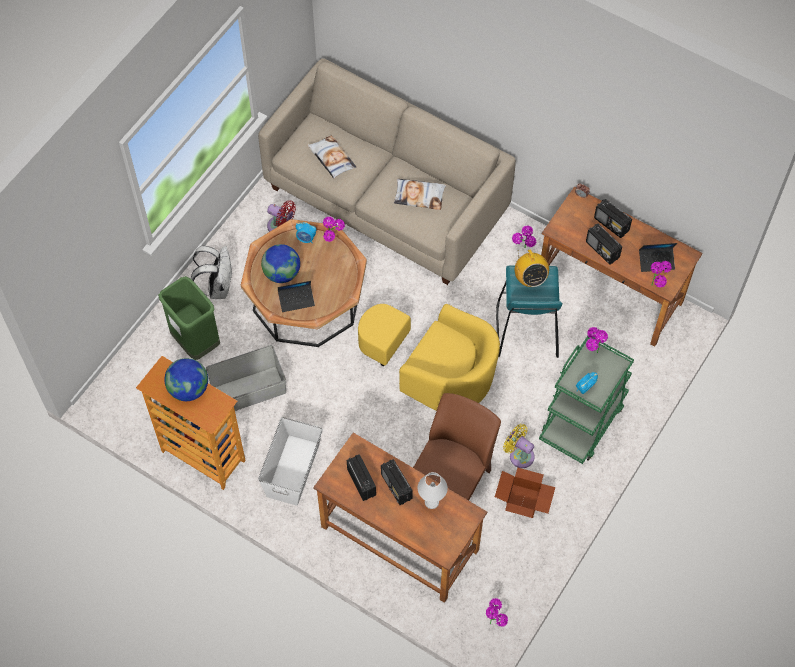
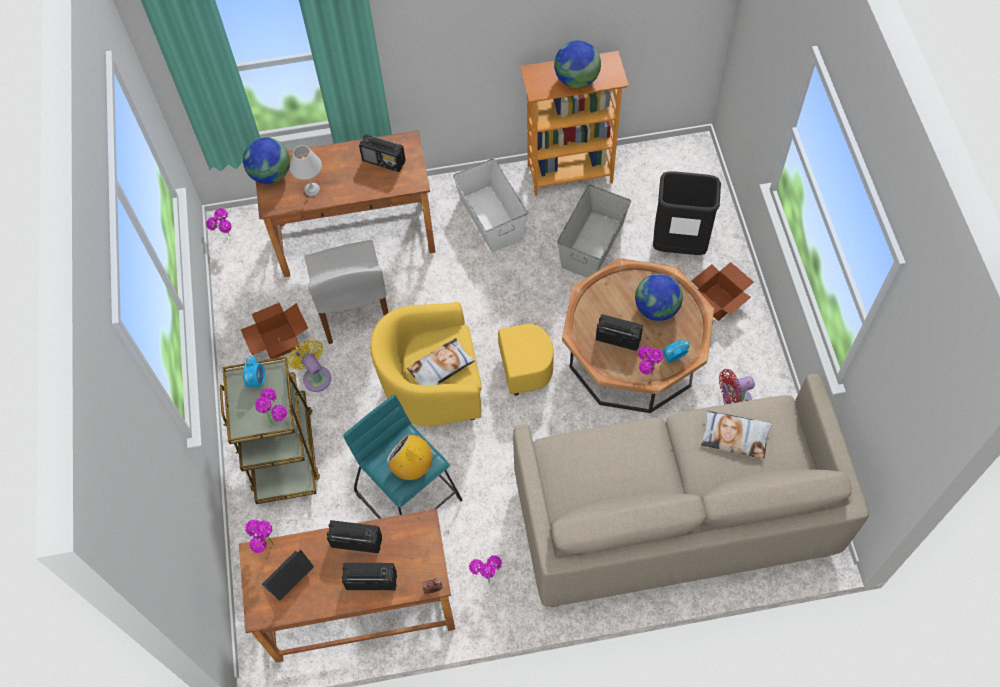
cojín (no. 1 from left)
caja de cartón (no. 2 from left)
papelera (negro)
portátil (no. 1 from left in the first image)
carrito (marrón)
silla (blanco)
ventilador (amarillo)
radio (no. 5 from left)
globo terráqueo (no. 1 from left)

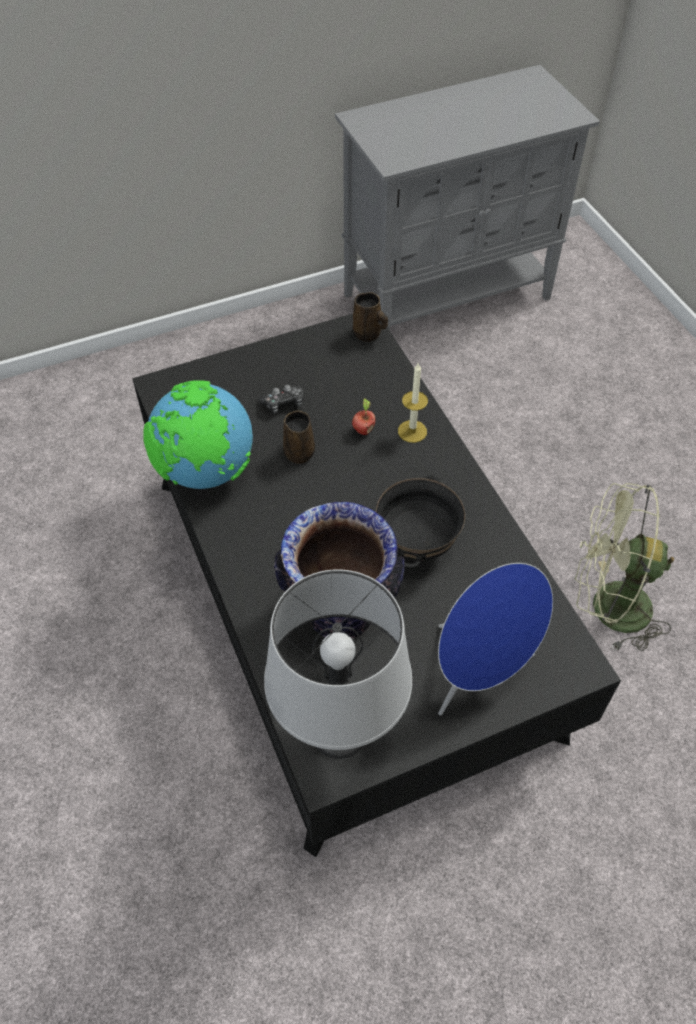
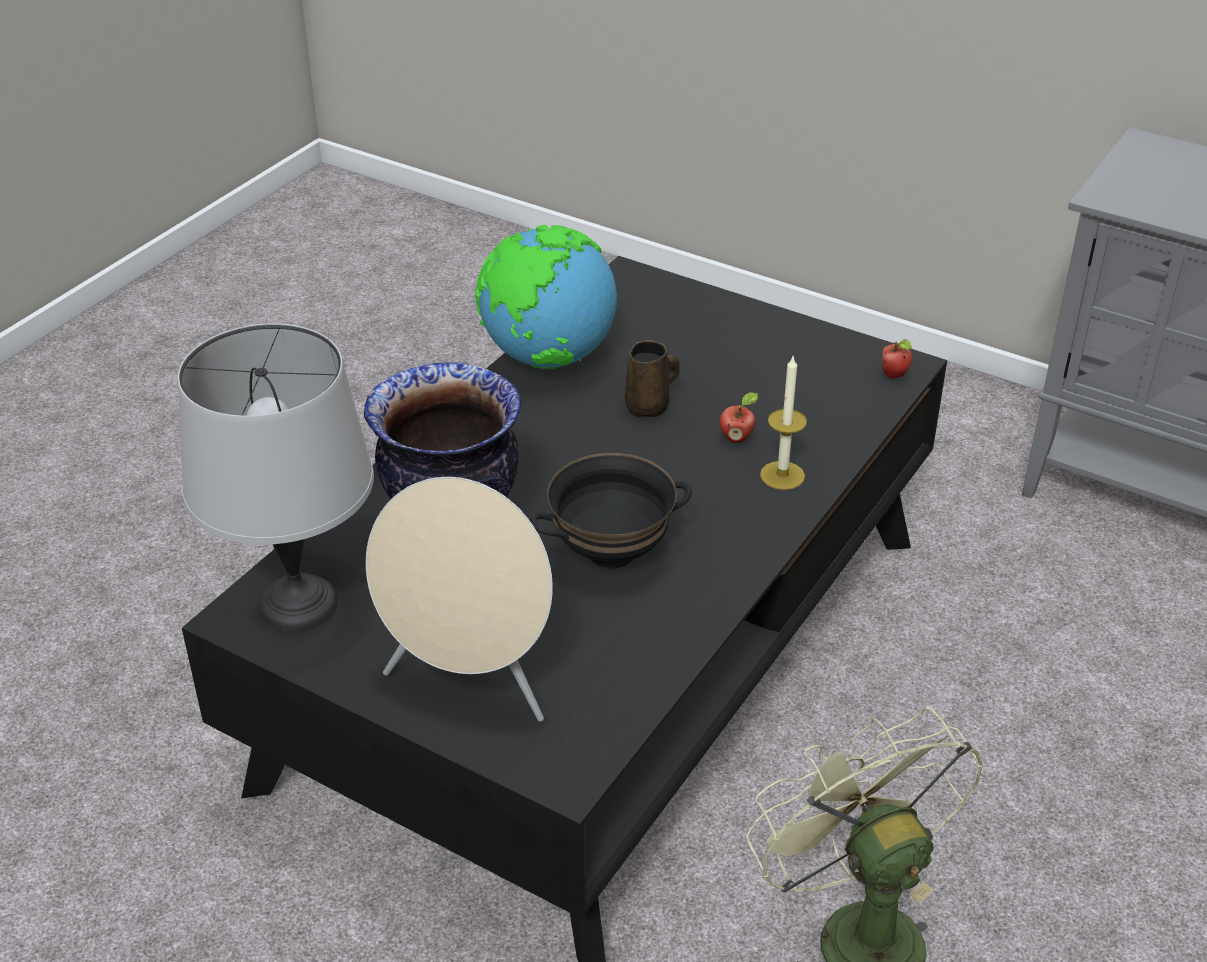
manzana (no. 2 from left)
mando de consola
altavoz (beis)

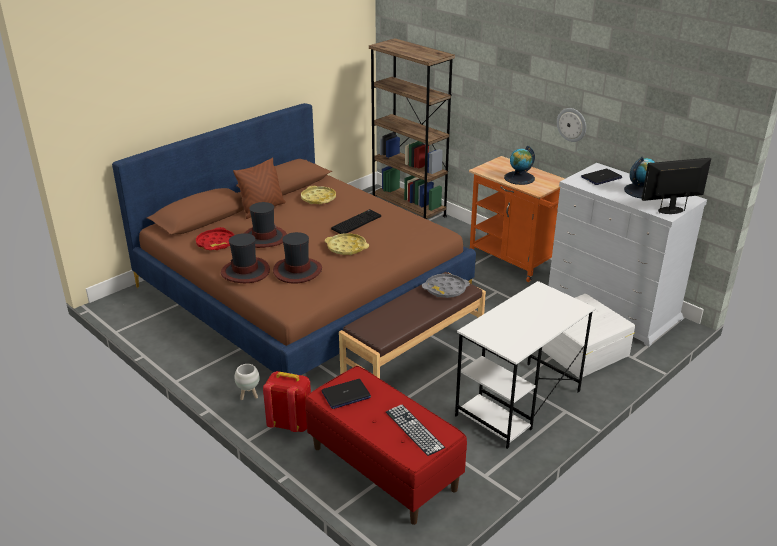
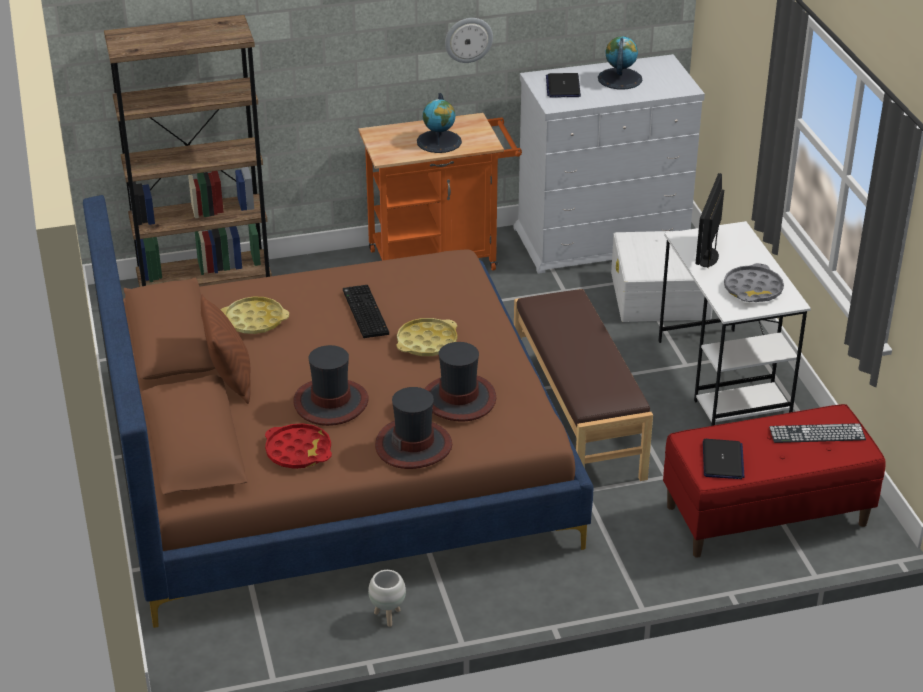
monitor
bandeja (gris)
maceta (blanco)
mochila (rojo)

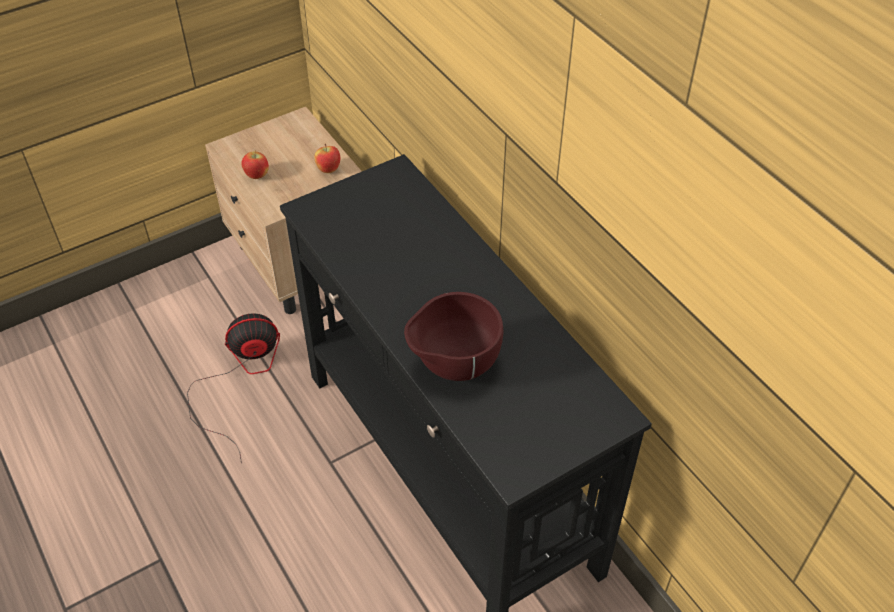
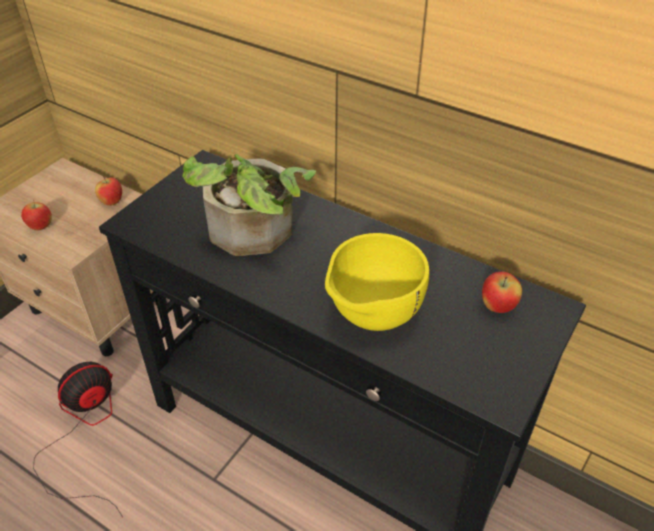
cuenco (amarillo)
planta en maceta
manzana (no. 3 from left)

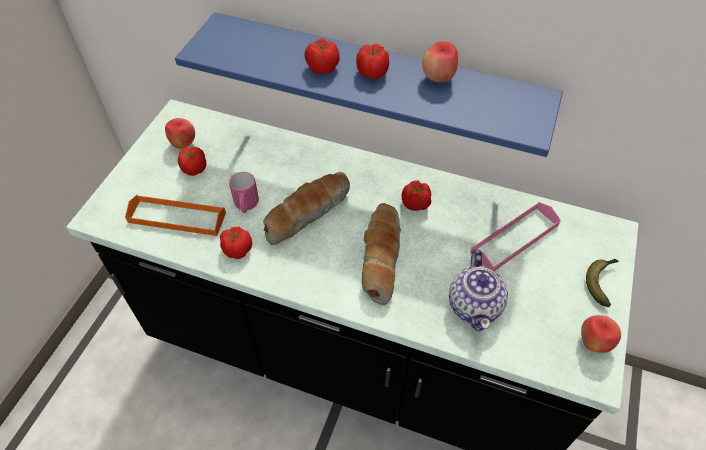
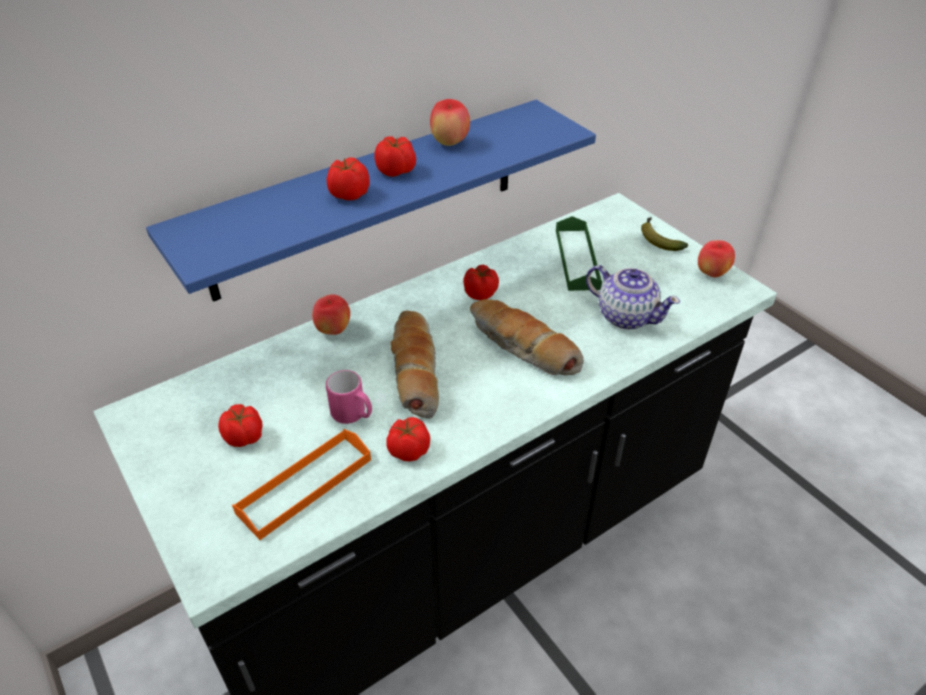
manzana (no. 1 from left)
bandeja (verde)

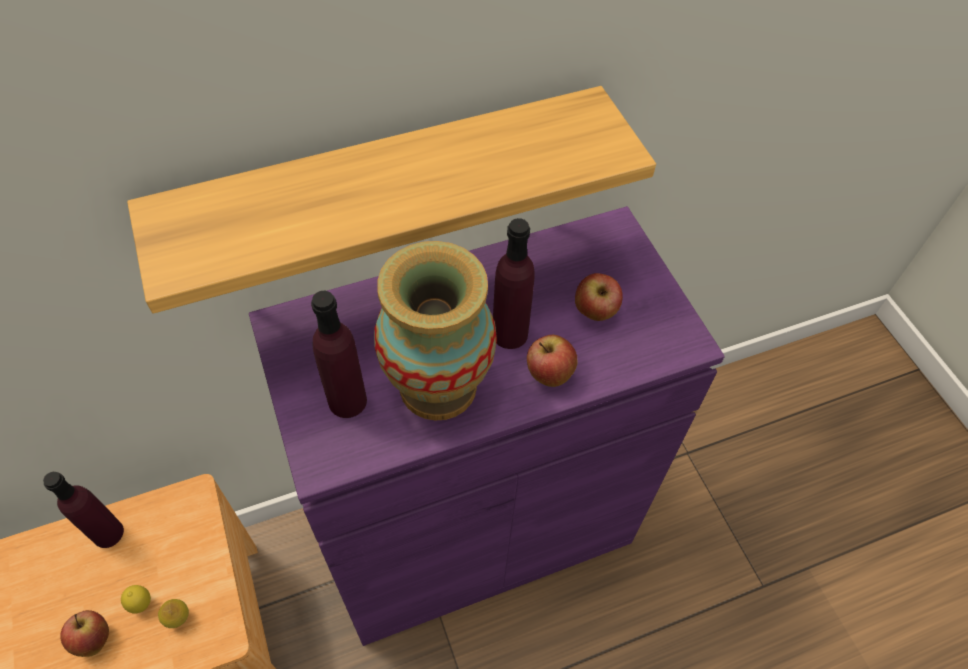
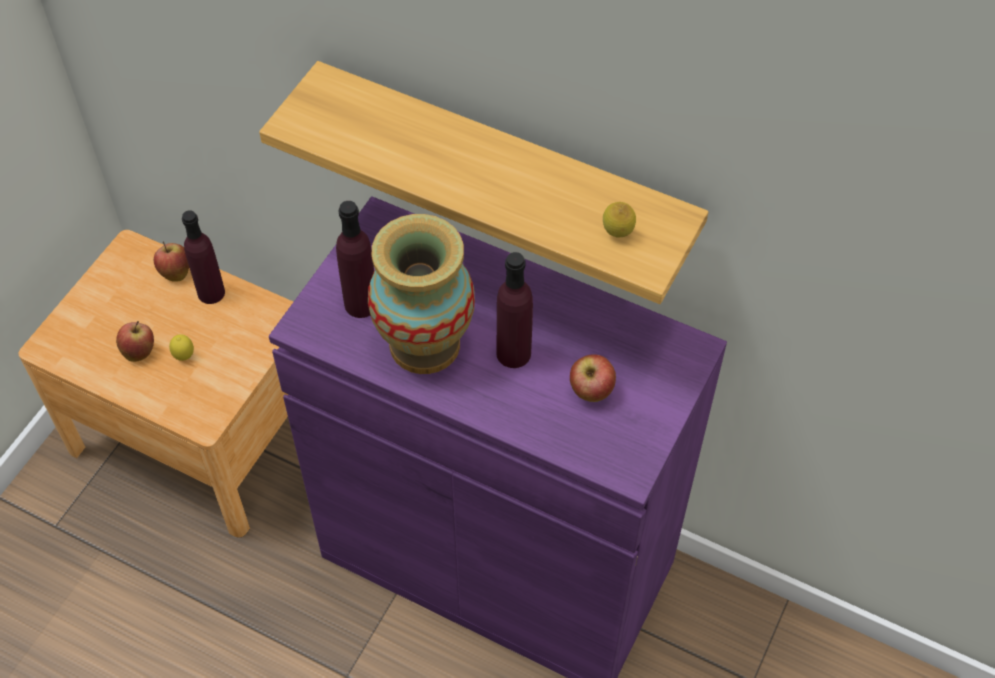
manzana (no. 2 from left)
limón (no. 2 from left)

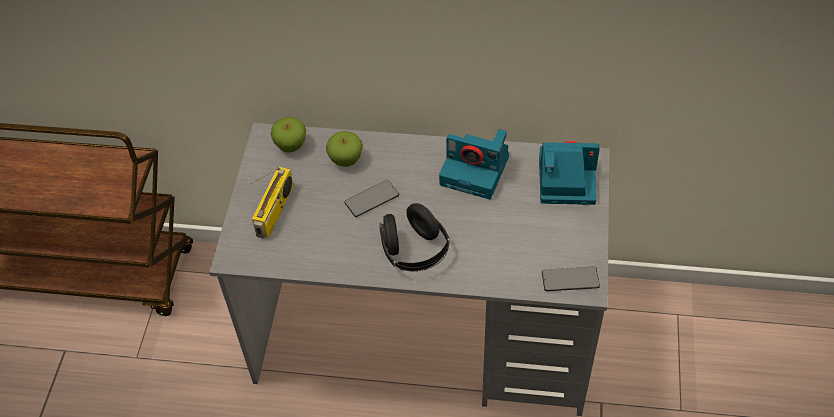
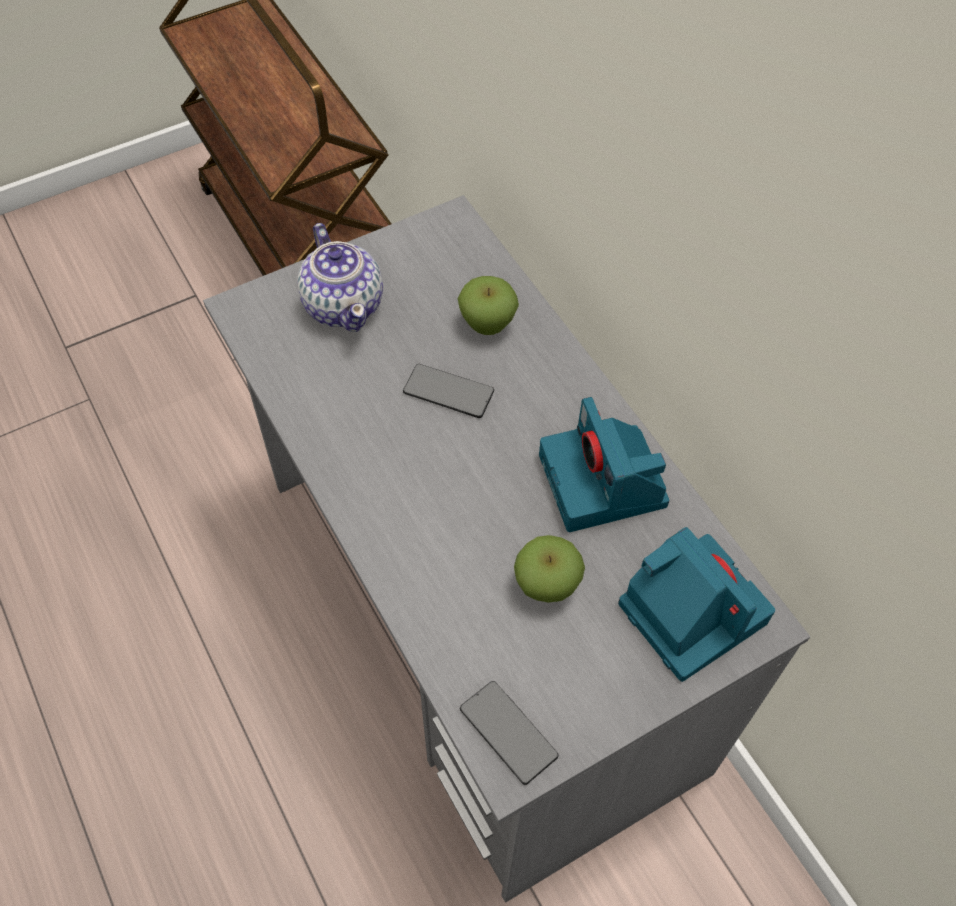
manzana (no. 2 from left)
tetera
auriculares (negro)

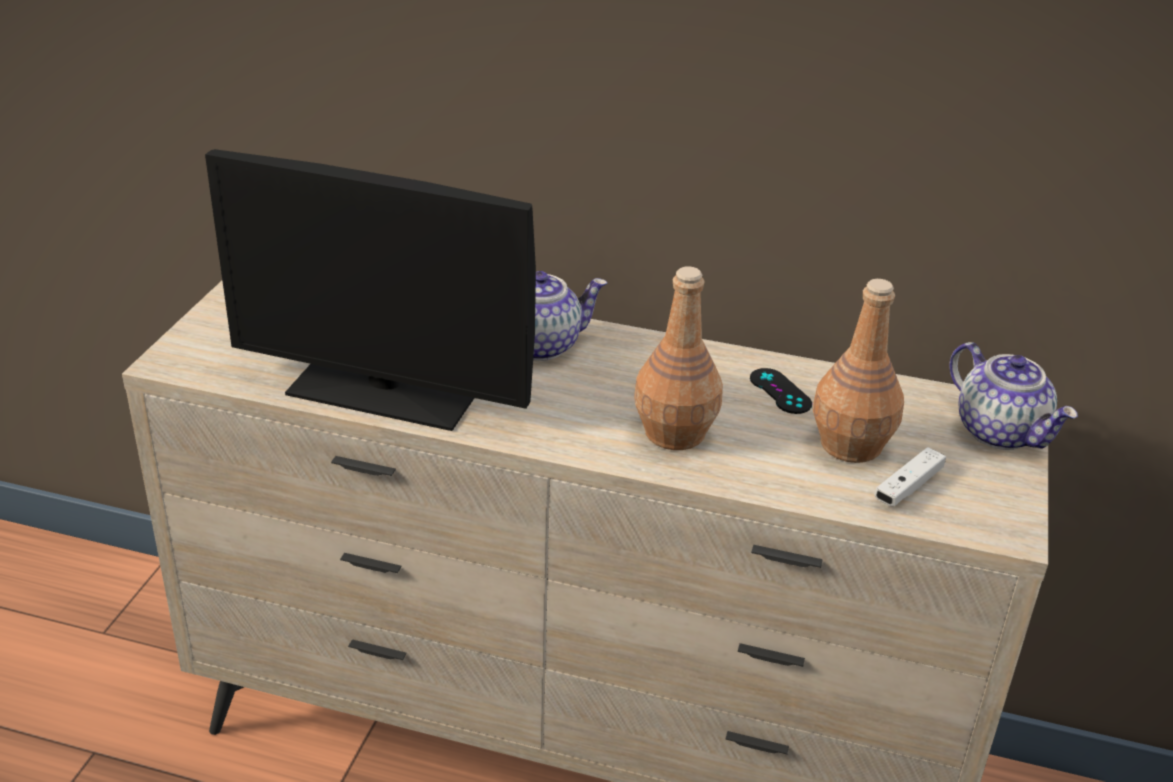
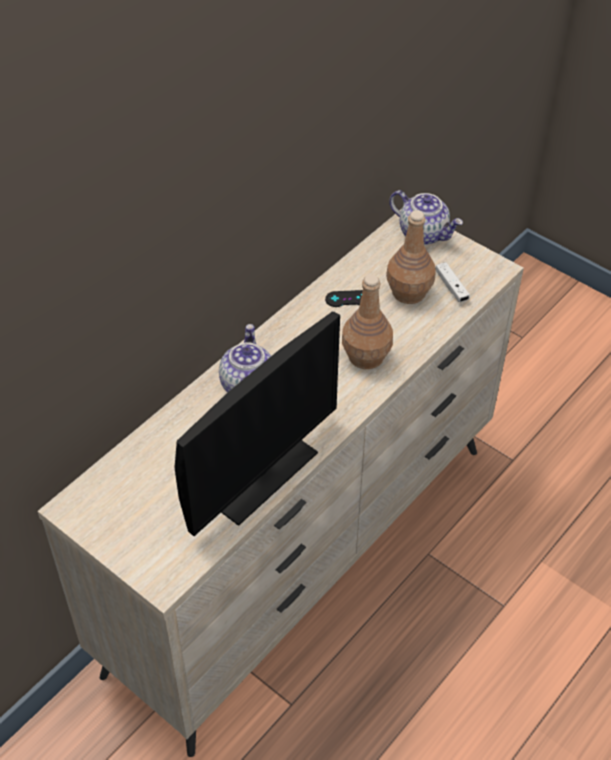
tetera (no. 2 from left)

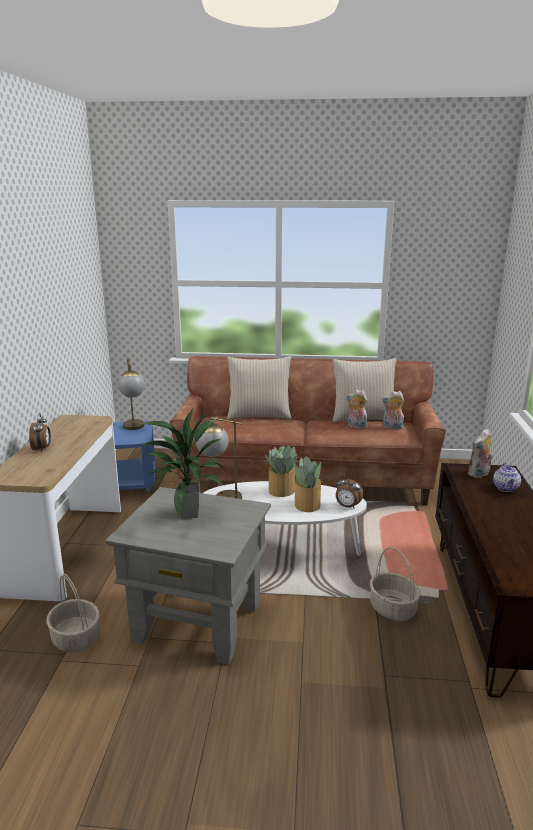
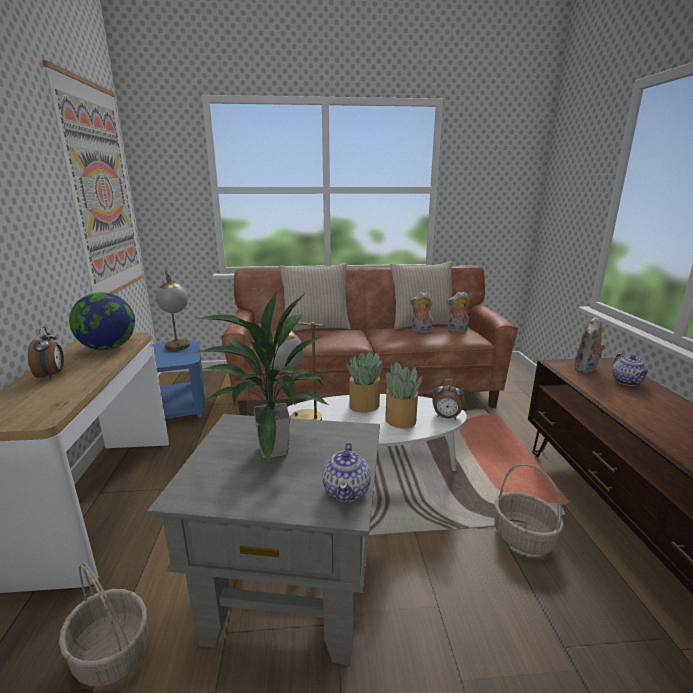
cuadro
globo terráqueo
tetera (no. 1 from left)

